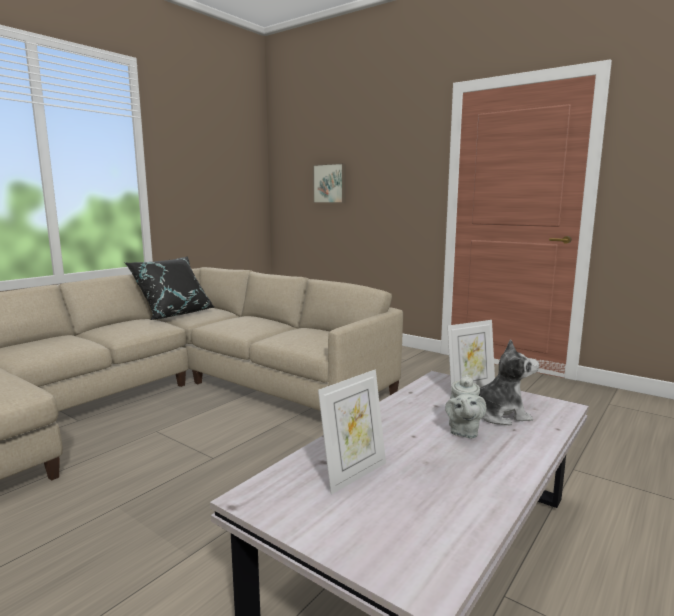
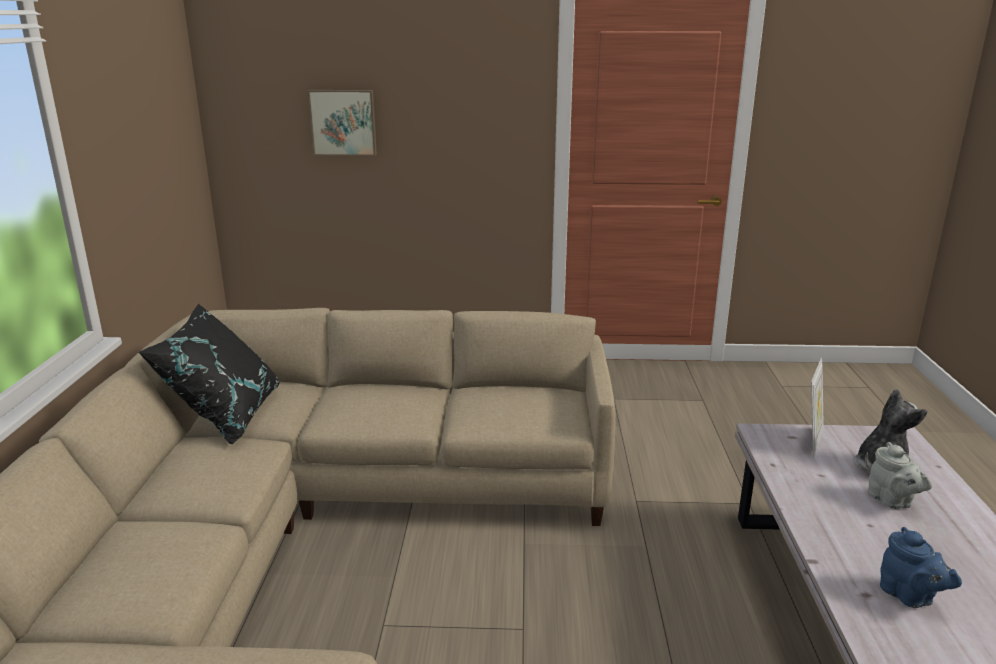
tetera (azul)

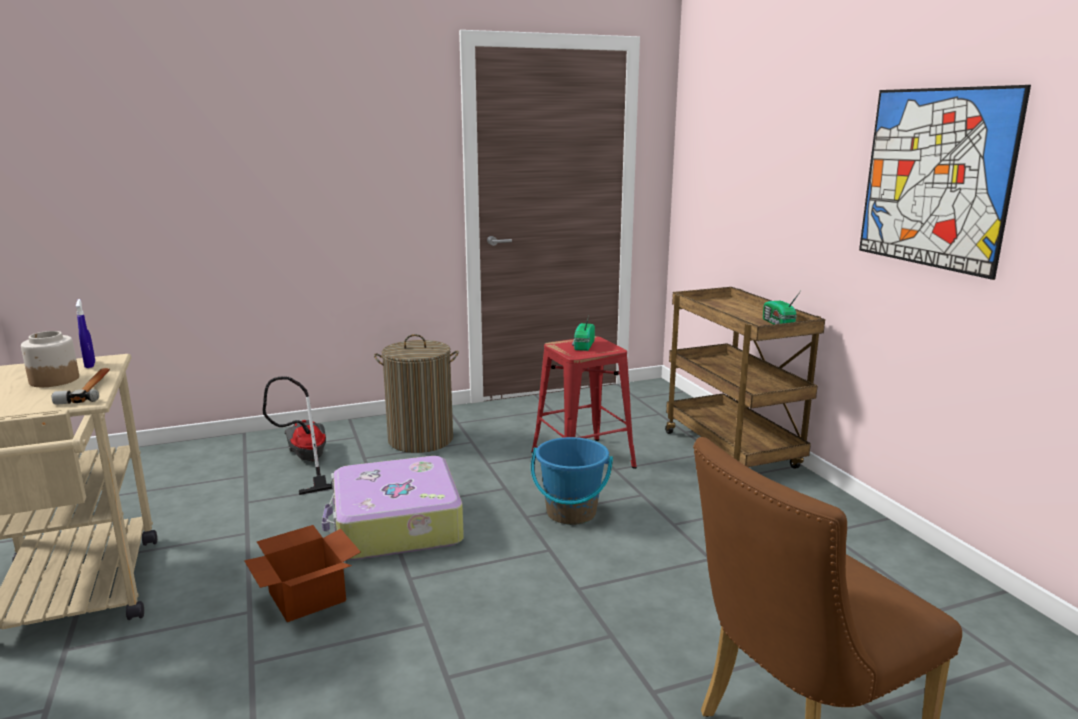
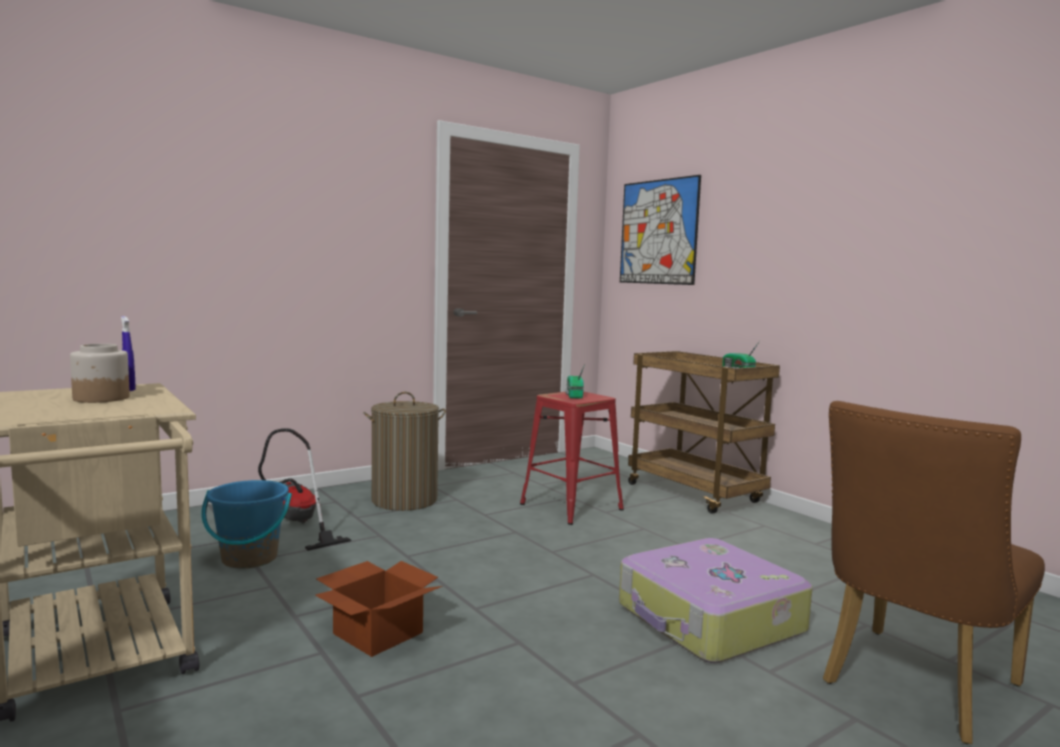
cuadro
martillo
cubo (azul)
maleta

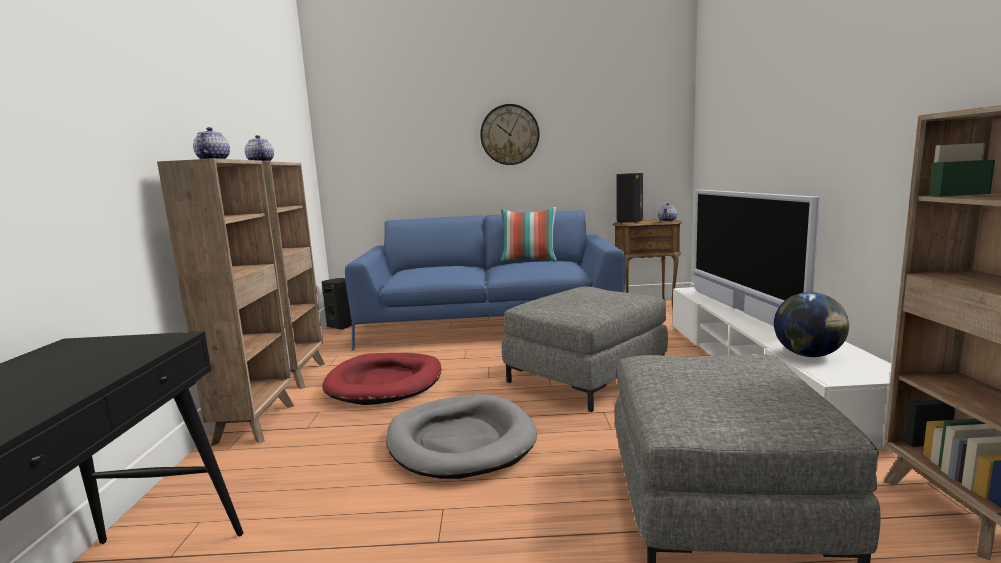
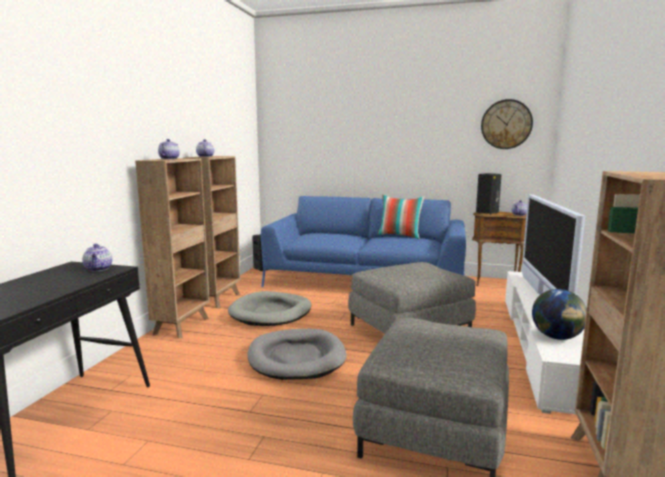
reloj de pared
cama para perro (gris) (no. 1 from left)
tetera (no. 1 from left)

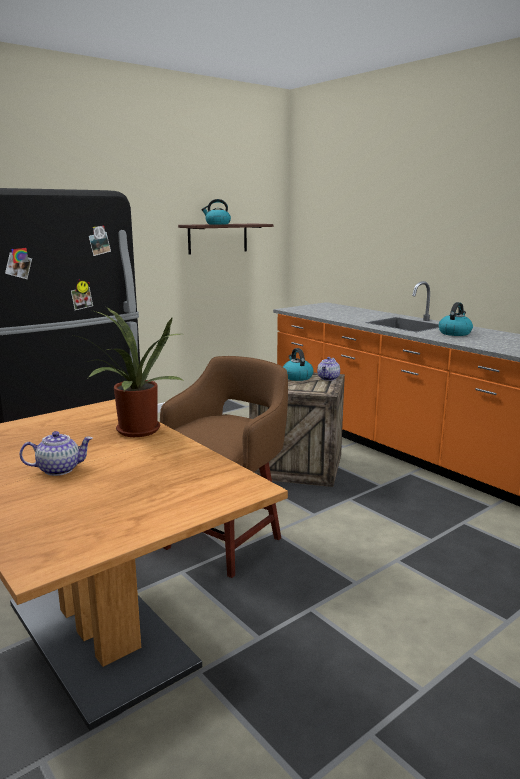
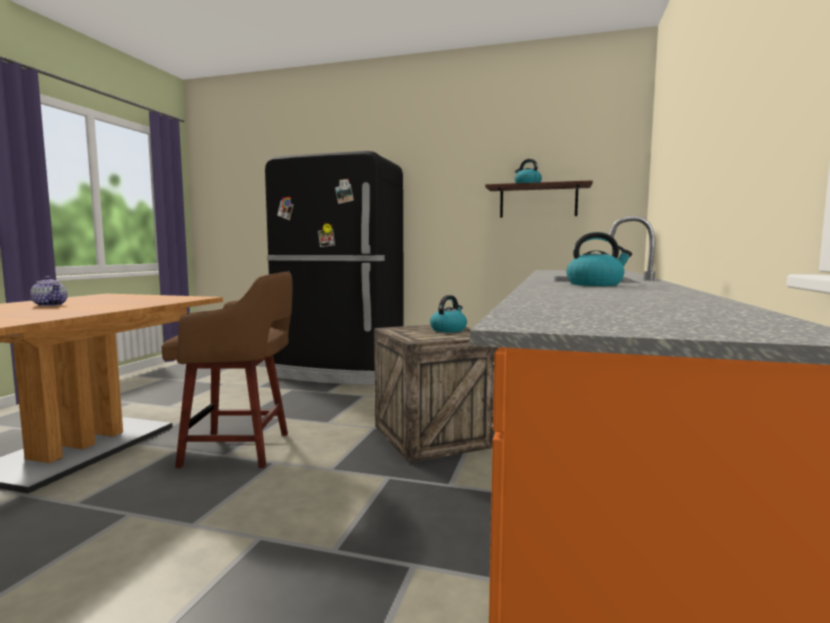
planta en maceta
tetera (no. 2 from left in the first image)

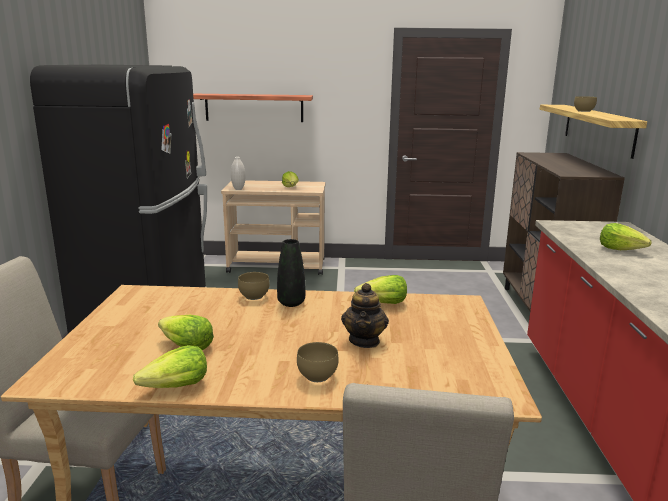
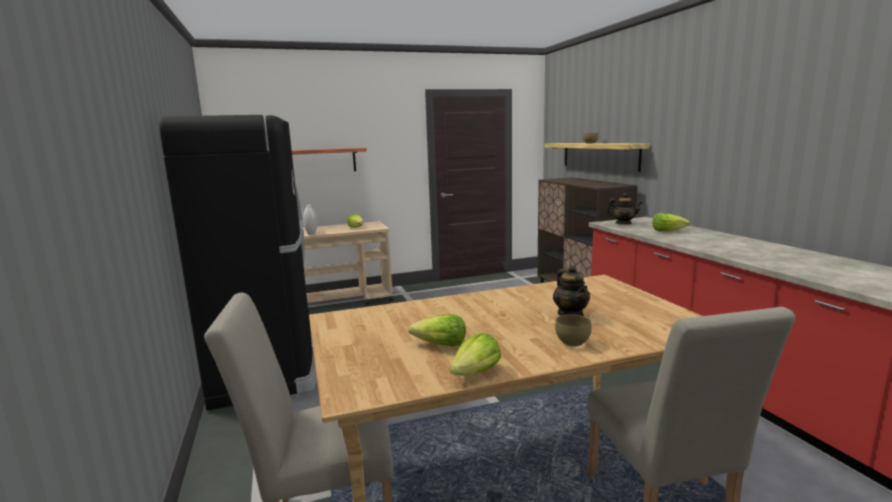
florero (negro)
cuenco (marrón) (no. 1 from left in the first image)
lechuga (no. 4 from left in the first image)
tetera (no. 2 from left)

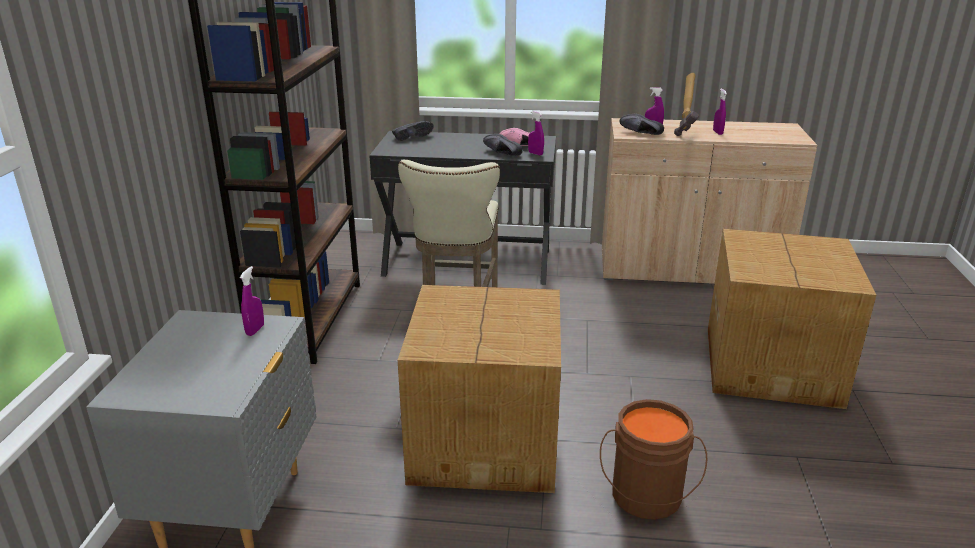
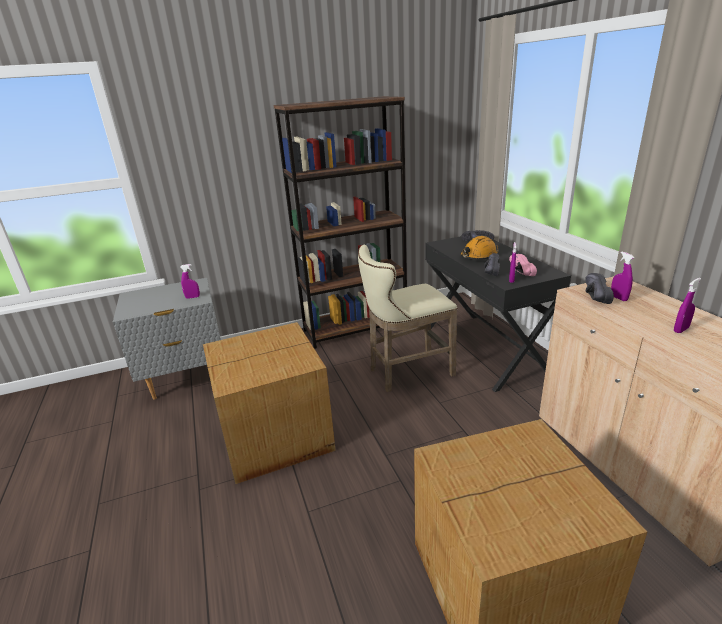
martillo
cubo (marrón)
casco (naranja)

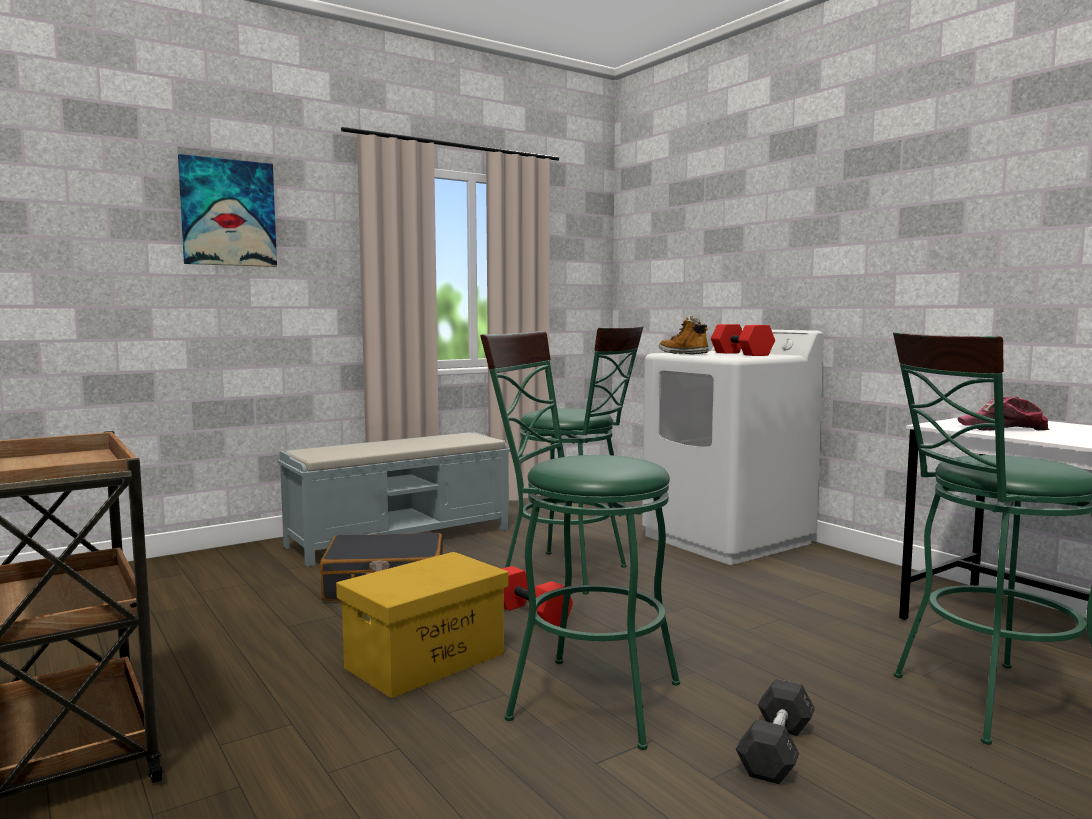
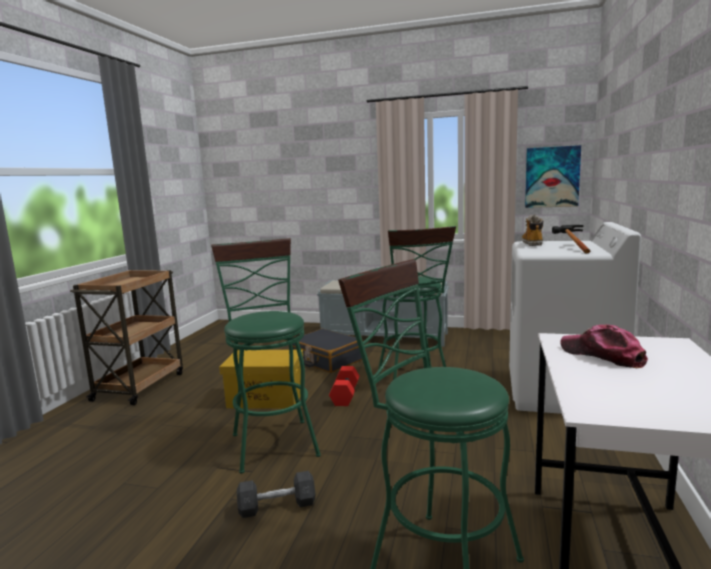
cuadro
martillo

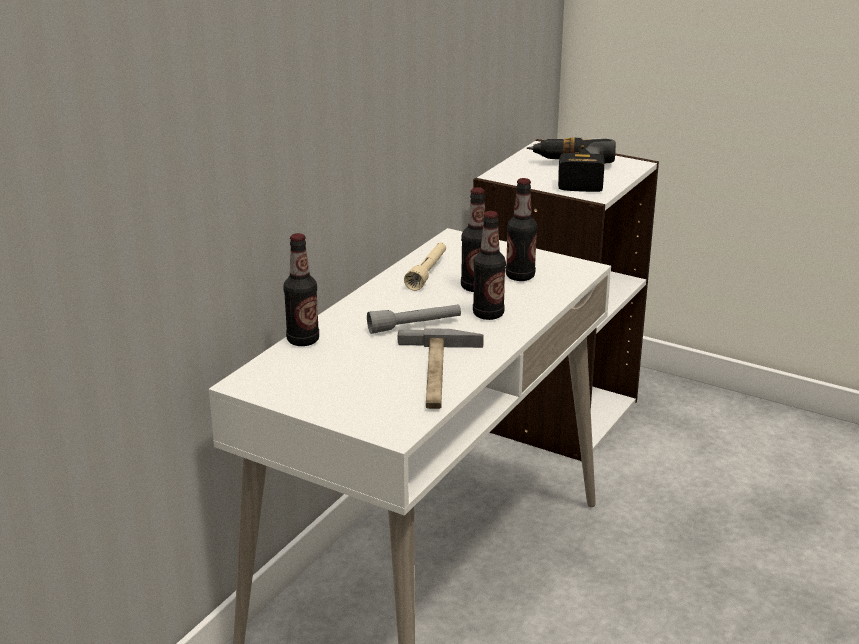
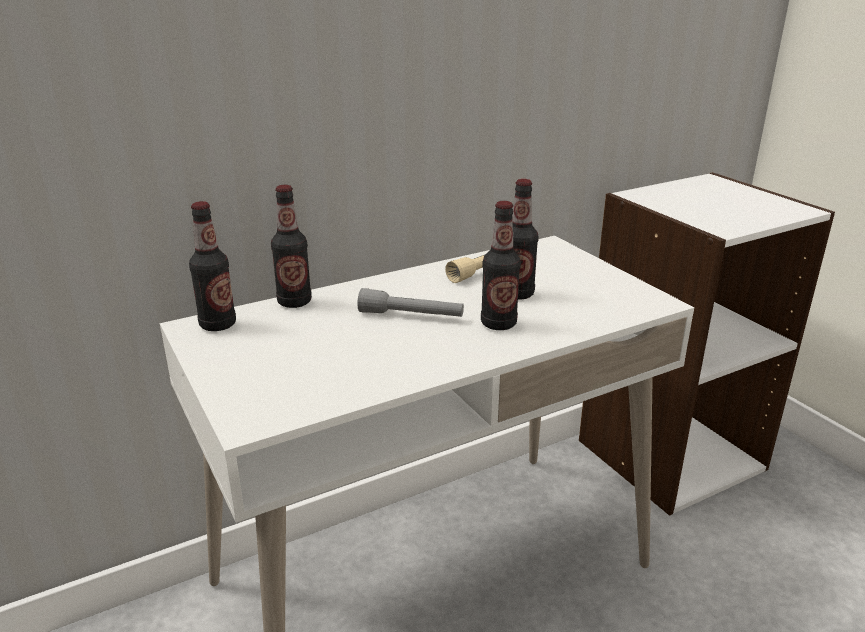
taladro
botella (no. 1 from left)
martillo

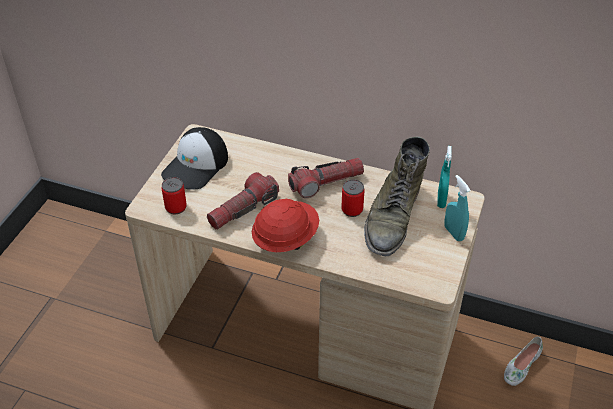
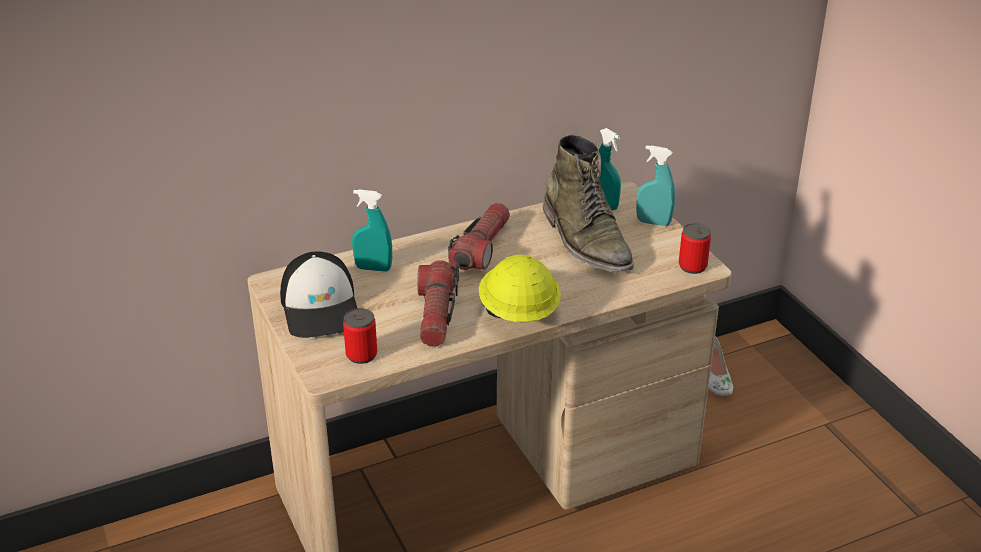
lata (no. 2 from left)
casco (amarillo)
pulverizador (turquesa) (no. 1 from left)

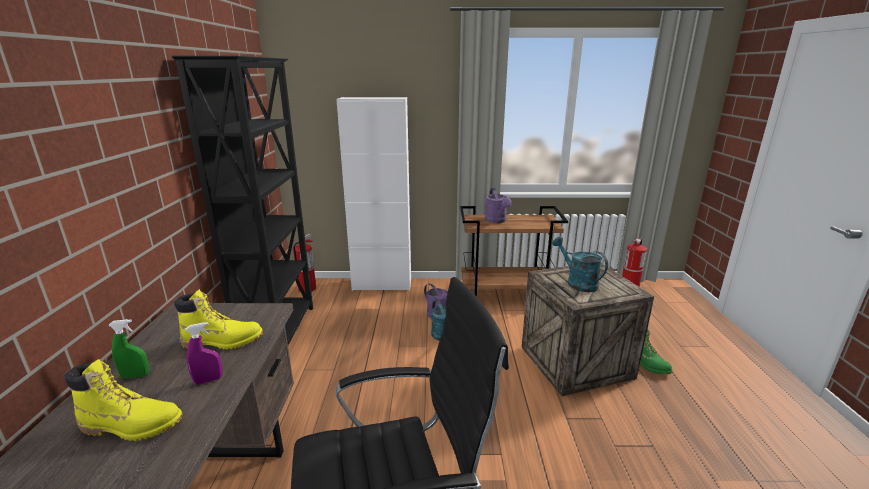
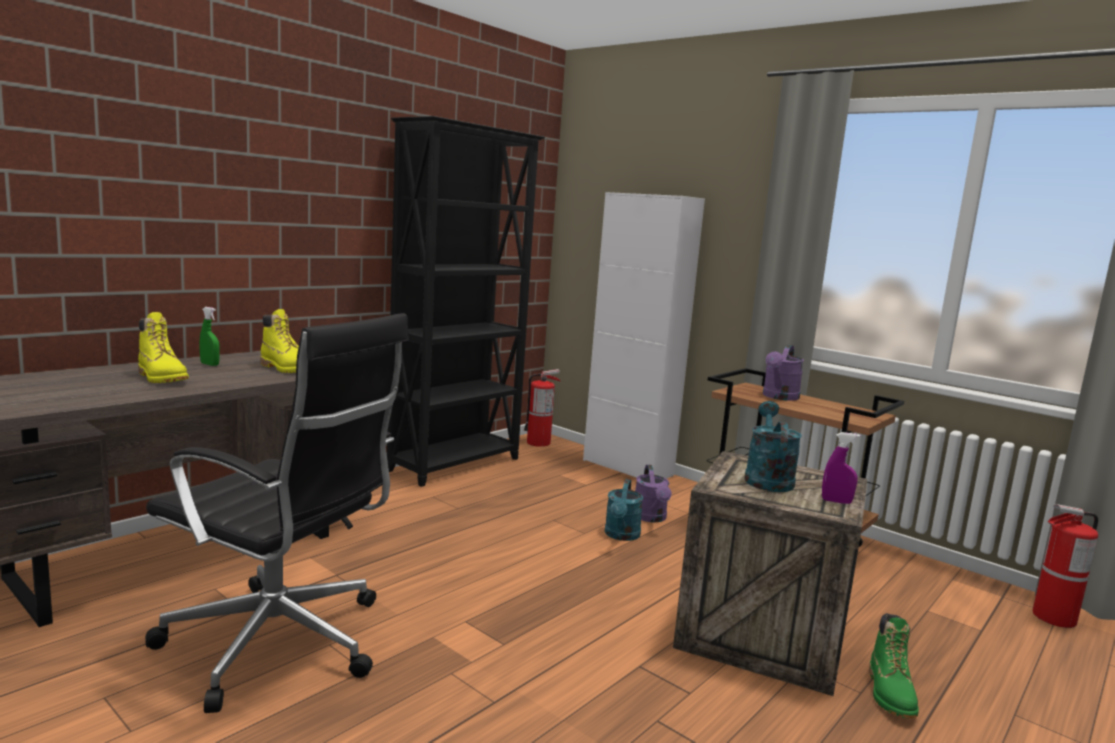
pulverizador (morado)

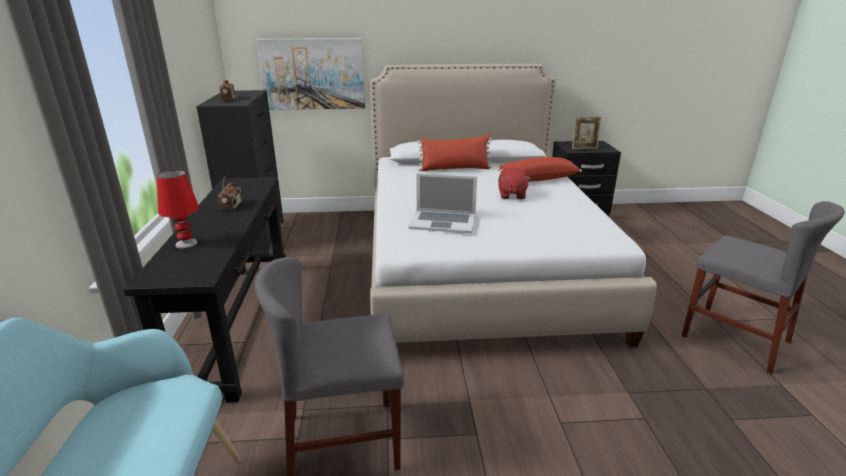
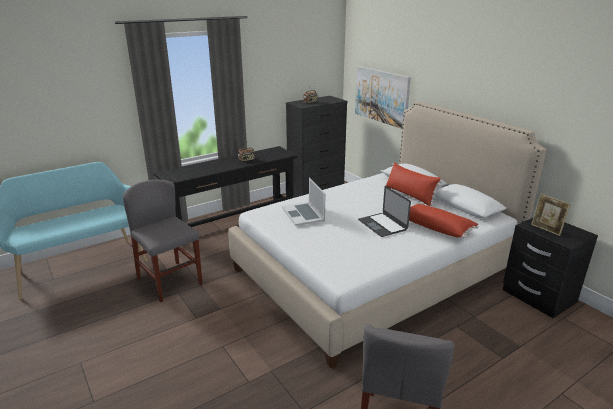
portátil (no. 2 from left)
lámpara de mesa (rojo)

